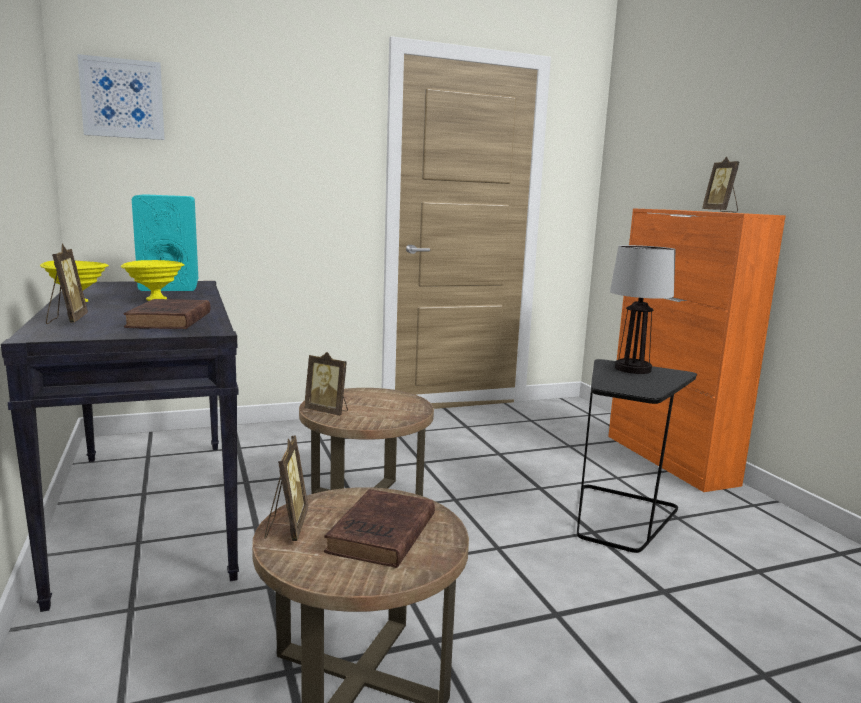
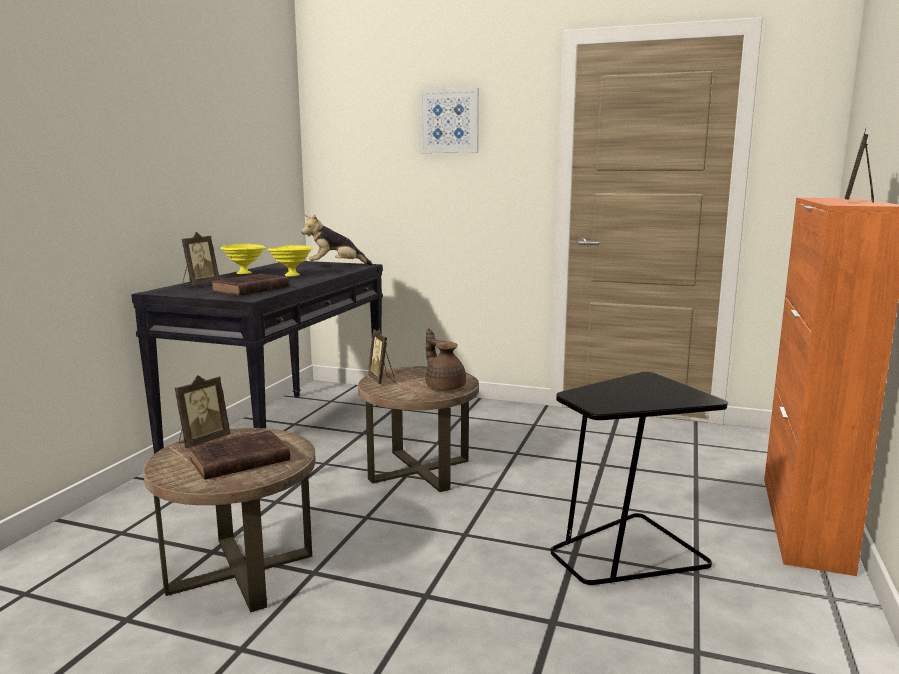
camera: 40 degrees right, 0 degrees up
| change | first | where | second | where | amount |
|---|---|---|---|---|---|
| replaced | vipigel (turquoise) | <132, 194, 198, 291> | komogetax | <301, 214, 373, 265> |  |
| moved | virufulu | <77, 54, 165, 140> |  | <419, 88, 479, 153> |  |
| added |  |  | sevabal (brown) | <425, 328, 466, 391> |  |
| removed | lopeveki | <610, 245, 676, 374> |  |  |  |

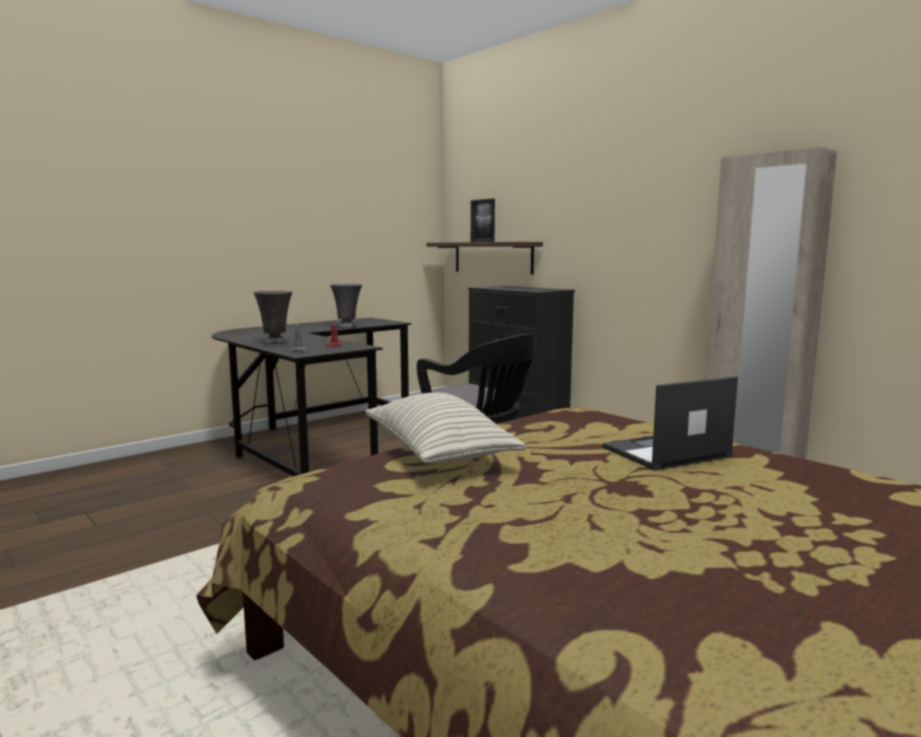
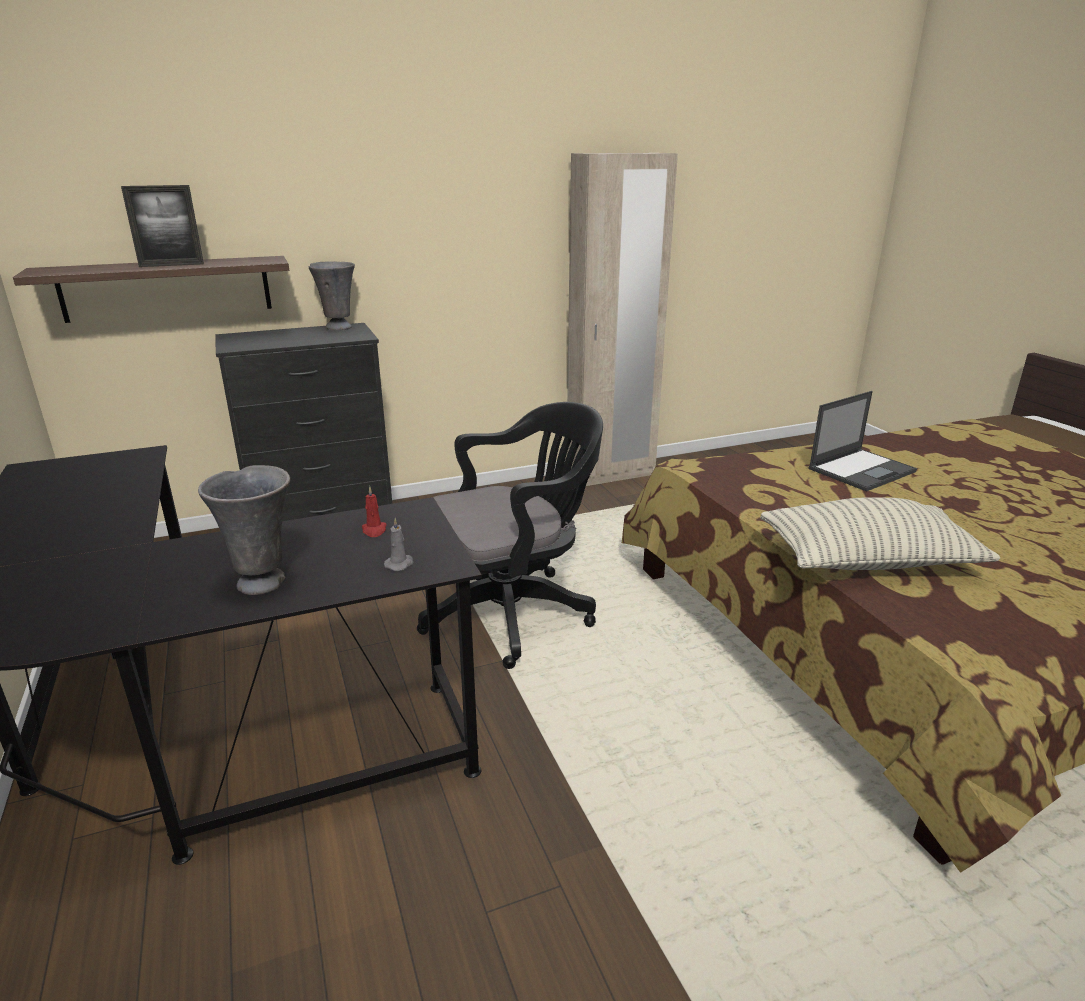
camera: 70 degrees left, 15 degrees up
| change | first | where | second | where | amount |
|---|---|---|---|---|---|
| moved | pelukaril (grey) | <330, 283, 362, 328> |  | <309, 261, 355, 330> |  |
| turned | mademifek | <602, 376, 738, 471> |  | <808, 391, 917, 492> | 120 degrees counterclockwise |

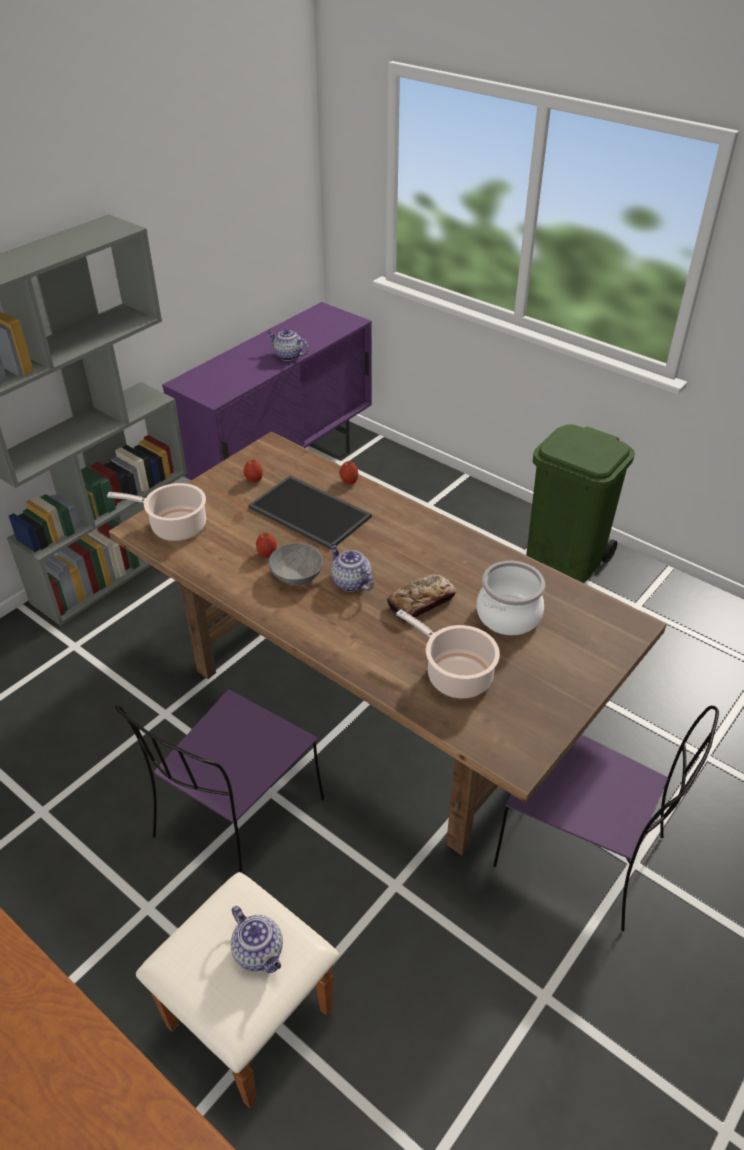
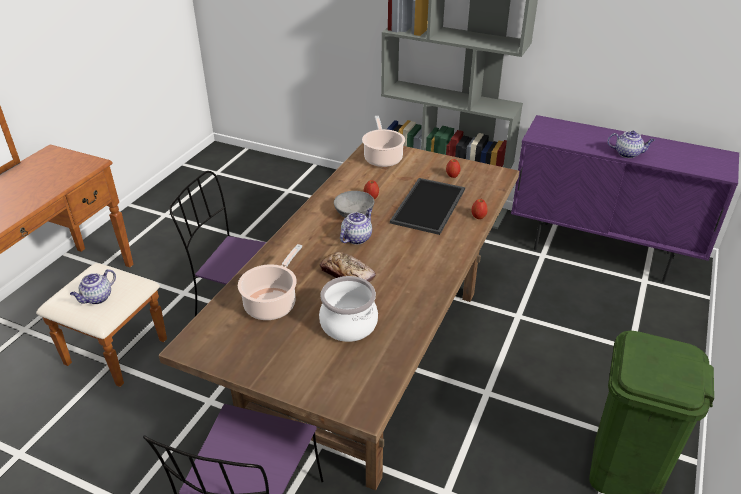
camera: 75 degrees right, 5 degrees down
| change | first | where | second | where | amount |
|---|---|---|---|---|---|
| turned | sevabal | <267, 329, 309, 361> |  | <607, 131, 655, 158> | 90 degrees clockwise |

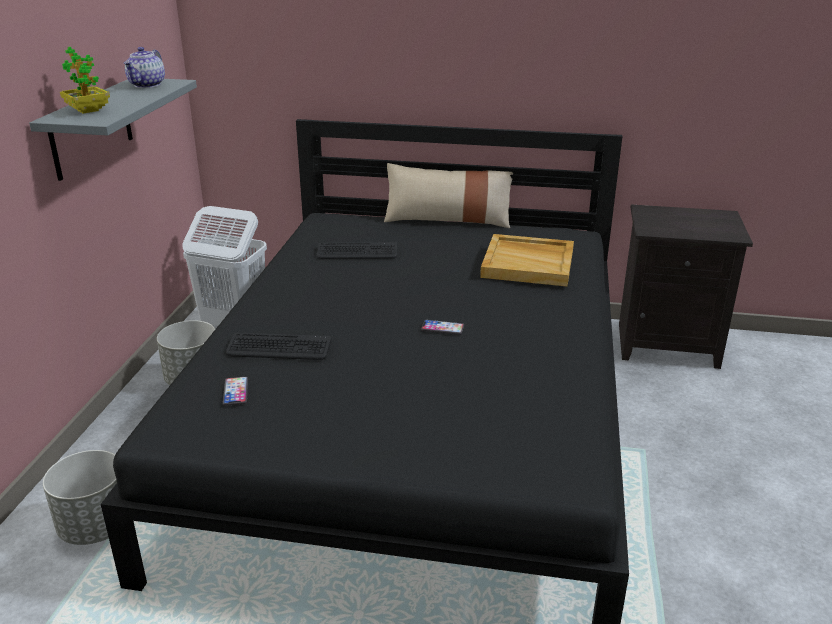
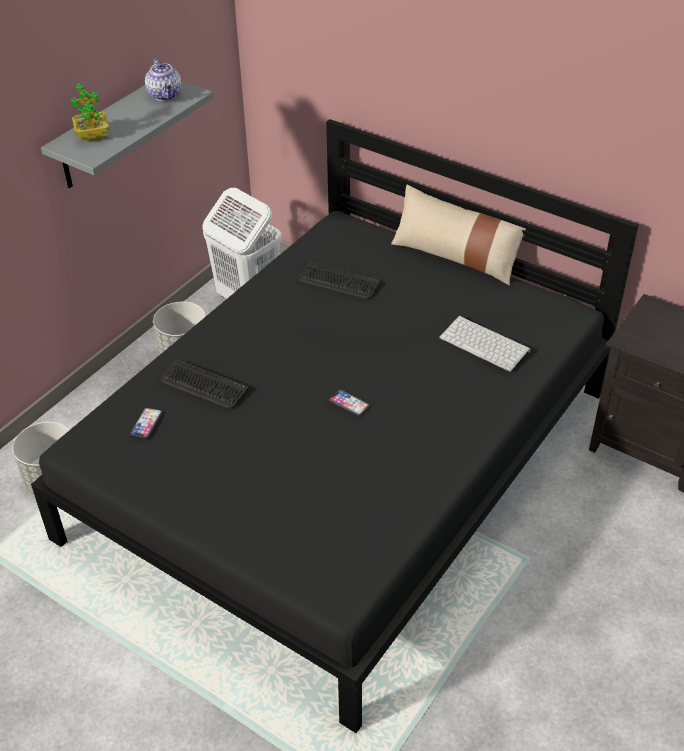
camera: 25 degrees right, 15 degrees up
| change | first | where | second | where | amount |
|---|---|---|---|---|---|
| turned | sevabal | <124, 47, 165, 88> |  | <145, 59, 182, 101> | 60 degrees counterclockwise |
| replaced | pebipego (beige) | <480, 234, 574, 287> | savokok | <439, 316, 531, 372> |  |

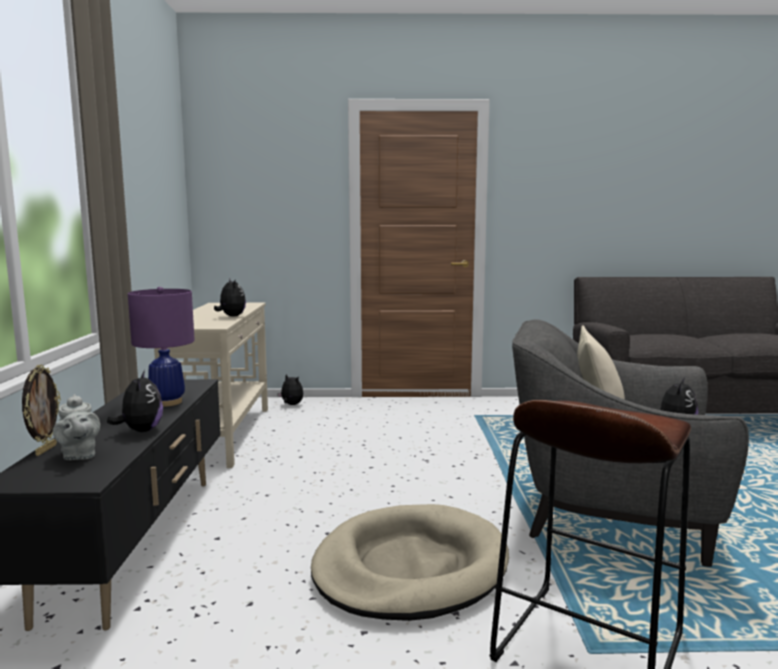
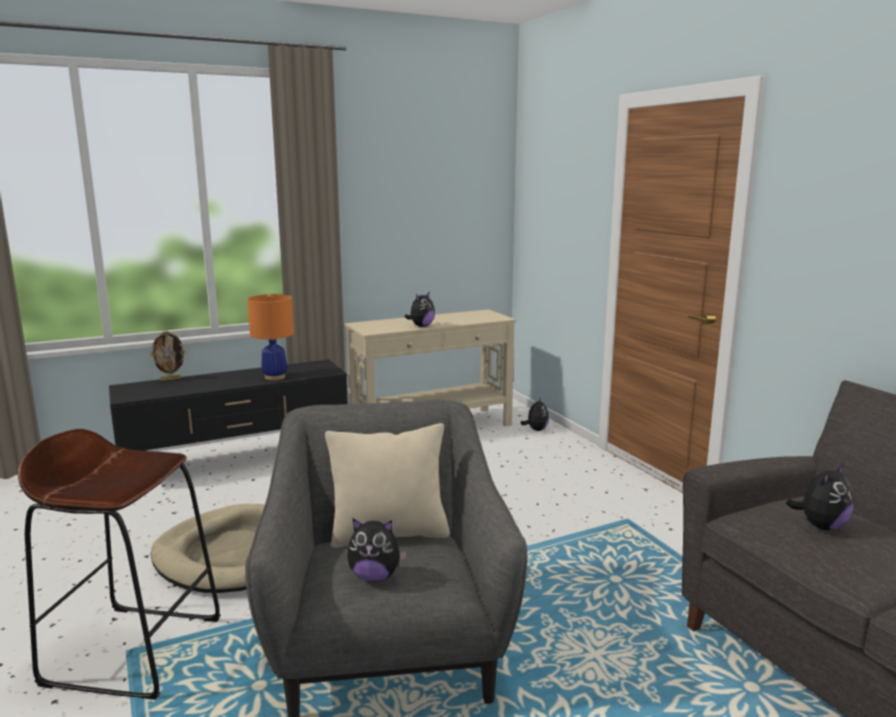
camera: 65 degrees right, 5 degrees up
| change | first | where | second | where | amount |
|---|---|---|---|---|---|
| recoloured | lopeveki (purple) | <128, 287, 195, 407> | lopeveki (orange) | <247, 294, 294, 380> |  |
| moved | komogetax | <107, 370, 163, 432> |  | <786, 463, 854, 530> |  |
| removed | sevabal (grey) | <53, 394, 100, 460> |  |  |  |

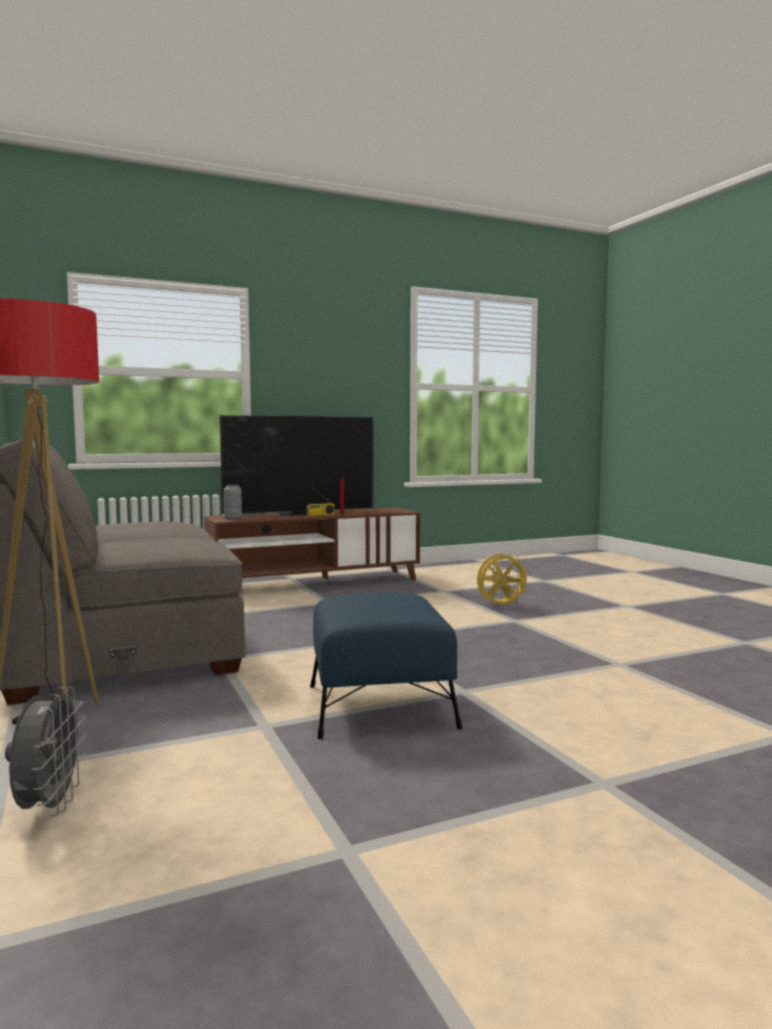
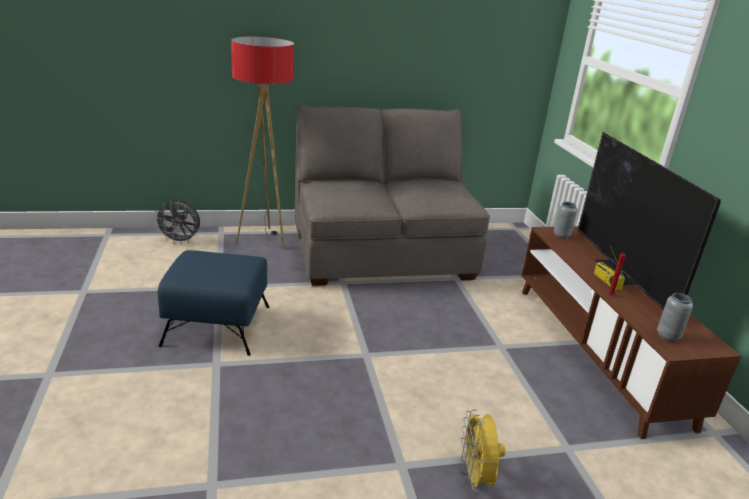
camera: 100 degrees right, 20 degrees up
| change | first | where | second | where | amount |
|---|---|---|---|---|---|
| added |  |  | pelukaril (grey) | <657, 293, 693, 342> |  |

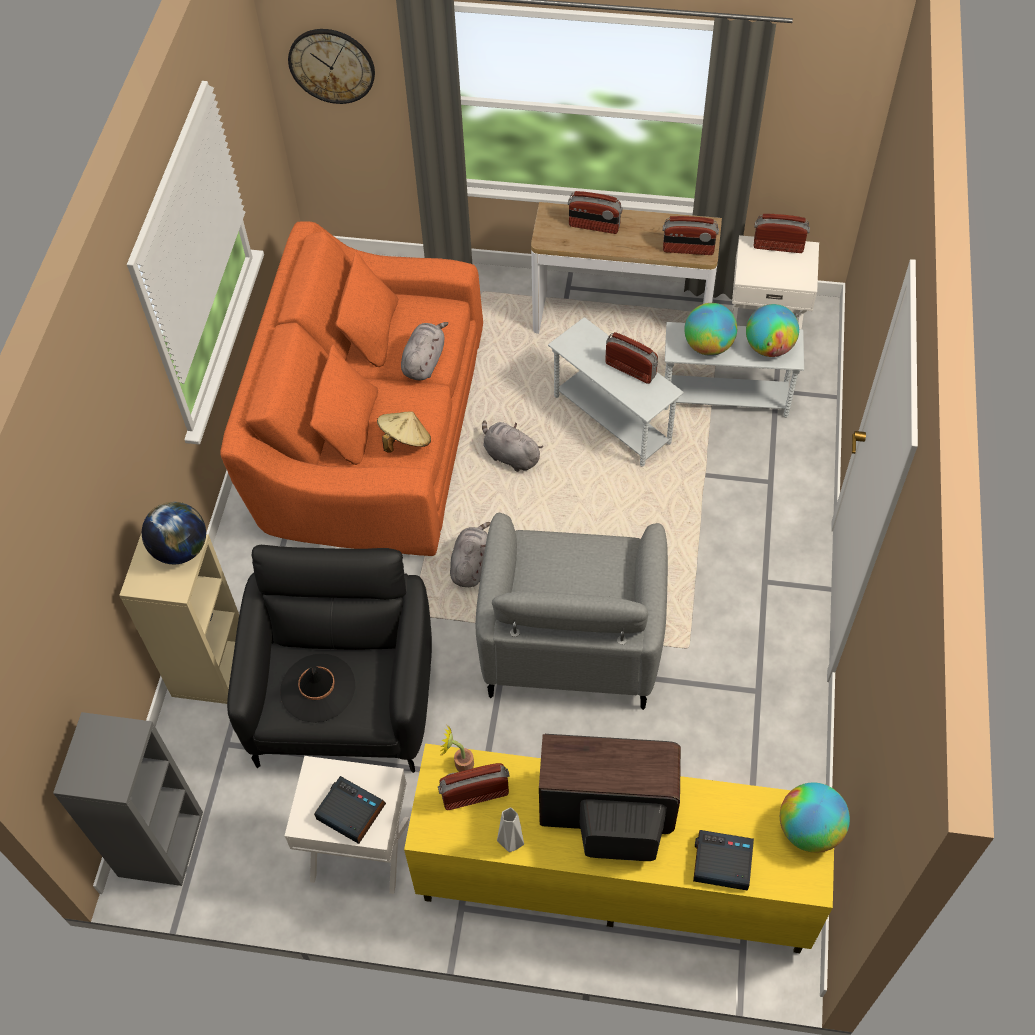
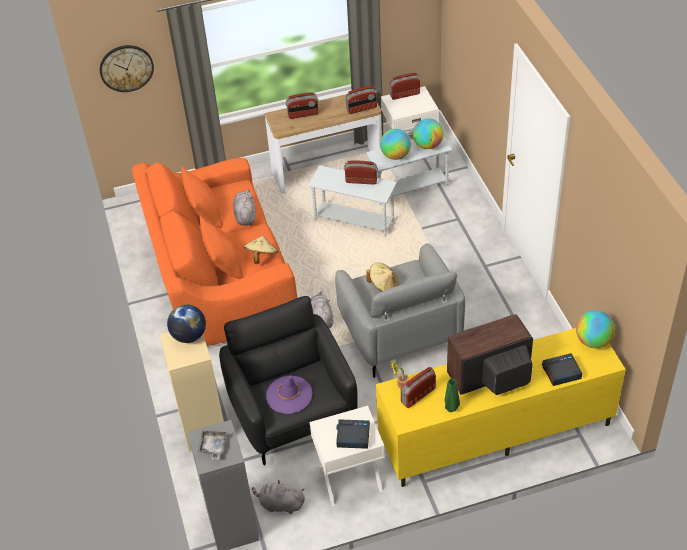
camera: 25 degrees left, 10 degrees down
| change | first | where | second | where | amount |
|---|---|---|---|---|---|
| added |  |  | pebipego (grey) | <198, 431, 226, 459> |  |
| moved | komogetax (grey) | <482, 420, 544, 472> |  | <252, 480, 305, 514> |  |
| recoloured | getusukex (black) | <280, 654, 355, 723> | getusukex (purple) | <266, 375, 312, 414> |  |
| added |  |  | getusukex (beige) | <366, 263, 399, 292> |  |
| recoloured | pelukaril (grey) | <497, 808, 524, 852> | pelukaril (green) | <445, 379, 460, 412> |  |

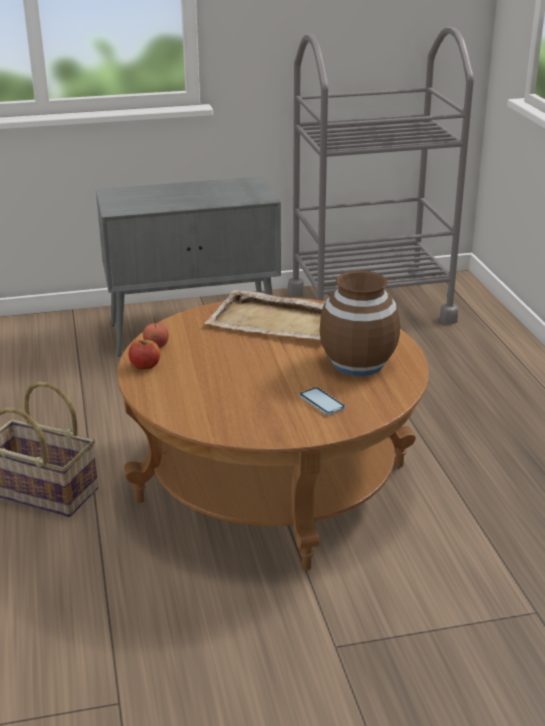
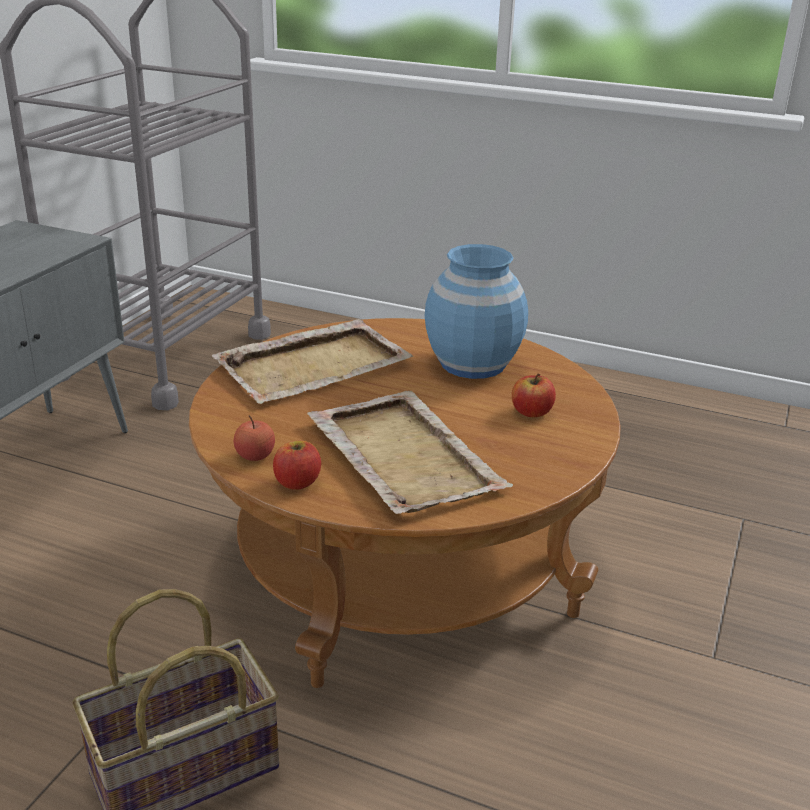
camera: 55 degrees left, 0 degrees up
| change | first | where | second | where | amount |
|---|---|---|---|---|---|
| added |  |  | pebipego (beige) | <307, 391, 513, 514> |  |
| recoloured | pelukaril (brown) | <320, 270, 400, 376> | pelukaril (blue) | <425, 244, 528, 379> |  |
| replaced | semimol | <299, 387, 346, 415> | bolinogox | <512, 373, 556, 417> |  |

